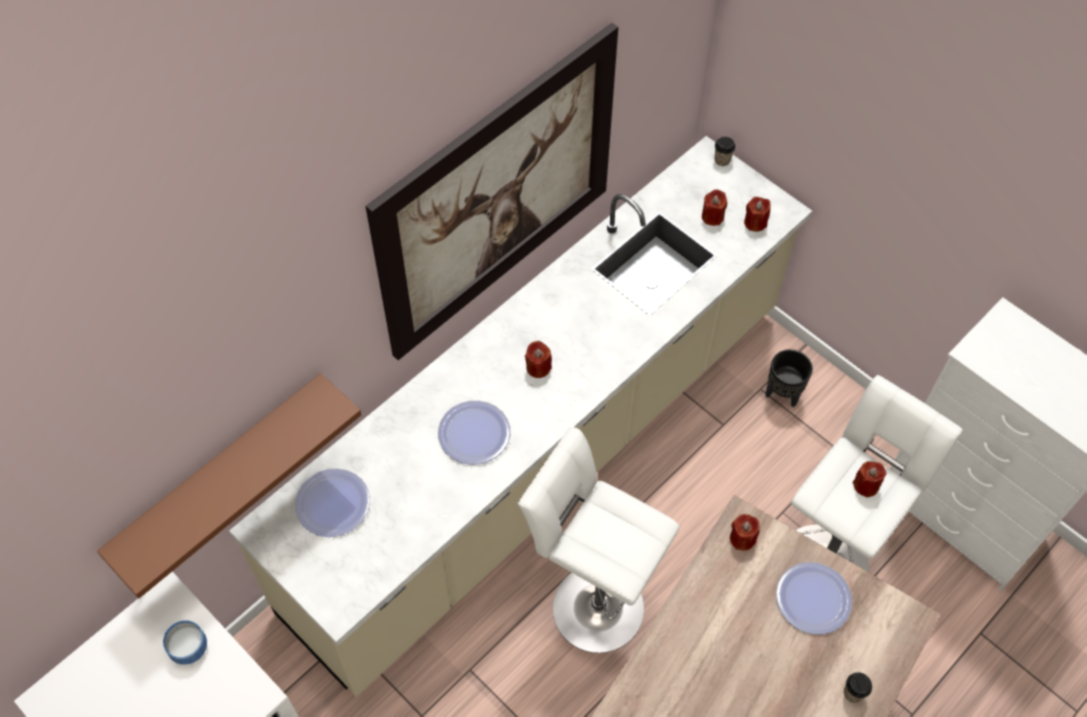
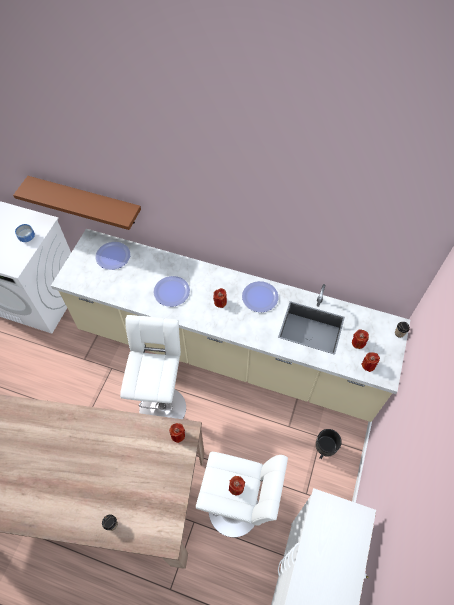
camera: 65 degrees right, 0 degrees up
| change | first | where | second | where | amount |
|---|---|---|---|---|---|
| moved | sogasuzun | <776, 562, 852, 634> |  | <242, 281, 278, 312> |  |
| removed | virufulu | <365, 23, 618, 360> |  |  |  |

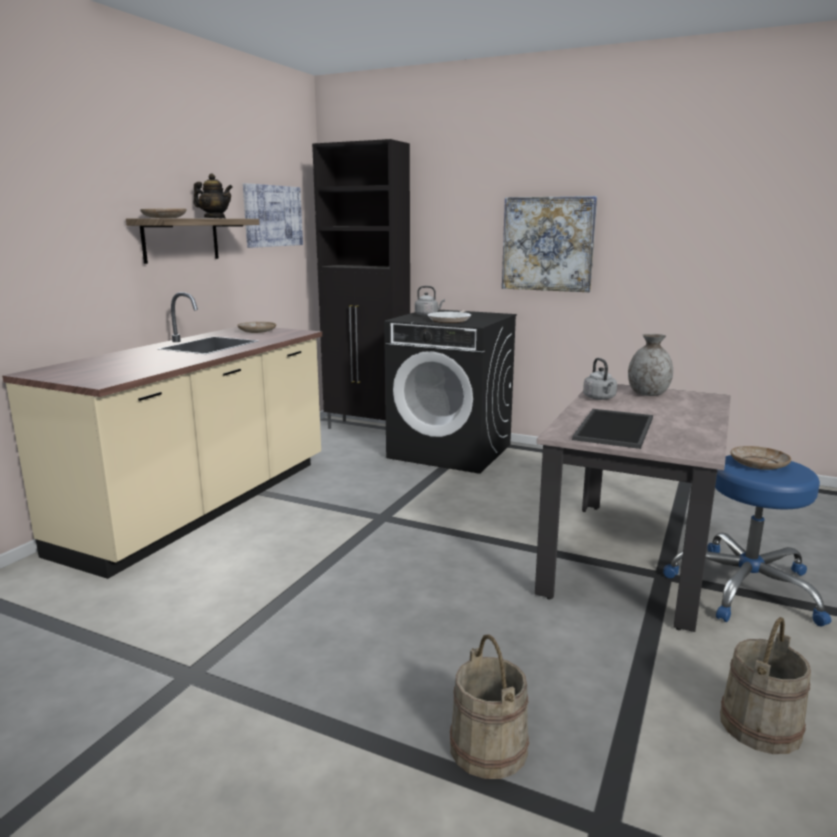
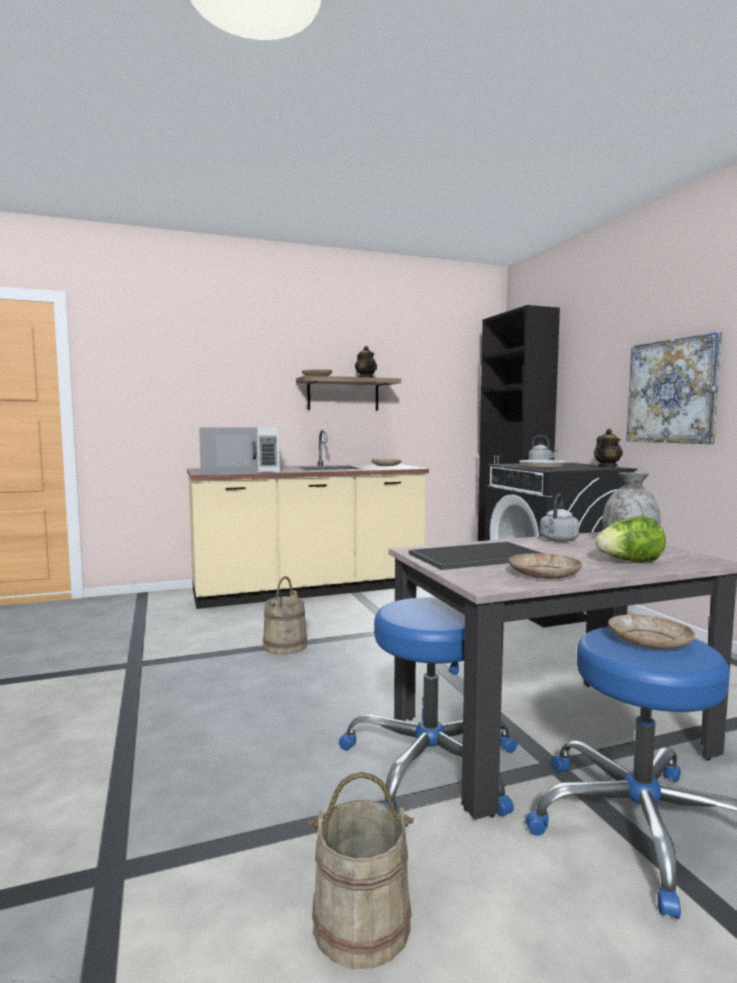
camera: 45 degrees right, 10 degrees down
| change | first | where | second | where | amount |
|---|---|---|---|---|---|
| added |  |  | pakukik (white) | <199, 427, 280, 474> |  |
| moved | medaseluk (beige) | <450, 634, 529, 779> |  | <263, 576, 307, 655> |  |
| added |  |  | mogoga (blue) | <339, 597, 518, 817> |  |
| added |  |  | sogasuzun (beige) | <509, 553, 582, 579> |  |
| added |  |  | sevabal | <594, 429, 623, 467> |  |
| added |  |  | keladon | <595, 517, 666, 562> |  |
| removed | virufulu | <243, 183, 303, 248> |  |  |  |

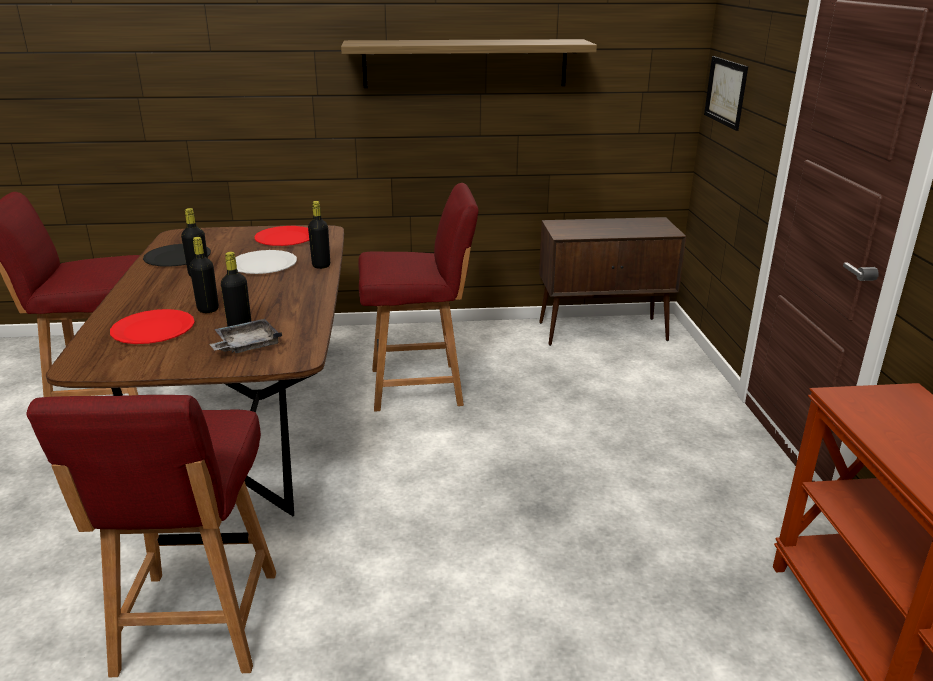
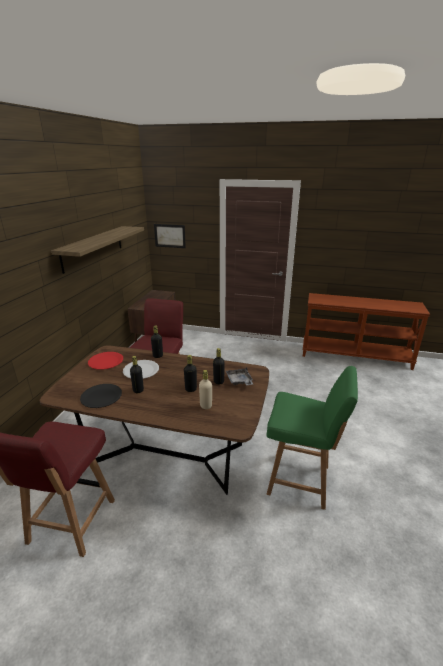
camera: 70 degrees left, 0 degrees up
| change | first | where | second | where | amount |
|---|---|---|---|---|---|
| replaced | sogasuzun (red) | <110, 309, 195, 344> | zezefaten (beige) | <199, 370, 212, 409> |  |
| recoloured | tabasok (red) | <26, 395, 276, 677> | tabasok (green) | <266, 366, 358, 510> |  |

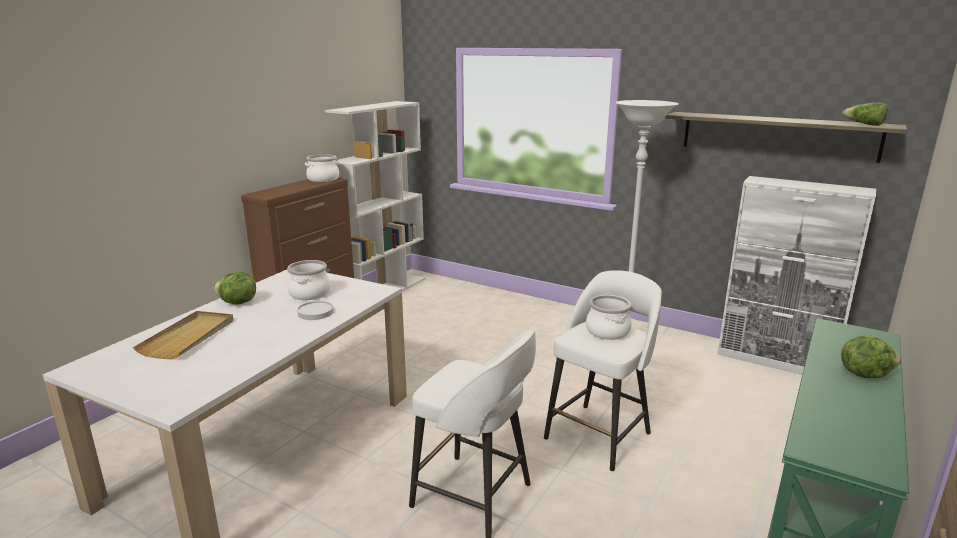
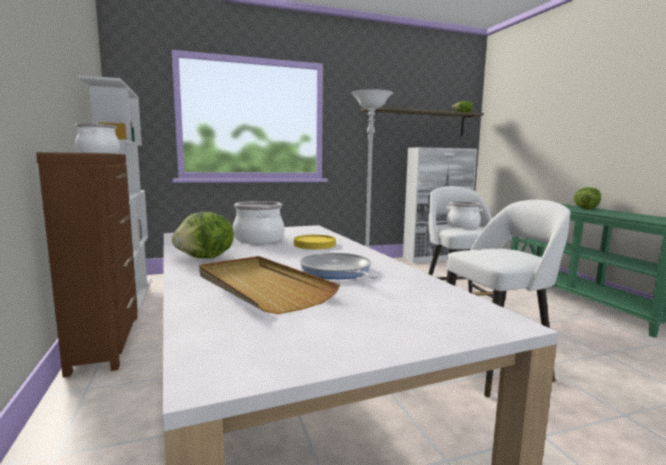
camera: 50 degrees left, 10 degrees down
| change | first | where | second | where | amount |
|---|---|---|---|---|---|
| recoloured | sogasuzun (white) | <297, 301, 334, 320> | sogasuzun (yellow) | <294, 235, 336, 249> |  |
| added |  |  | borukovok | <300, 253, 378, 279> |  |

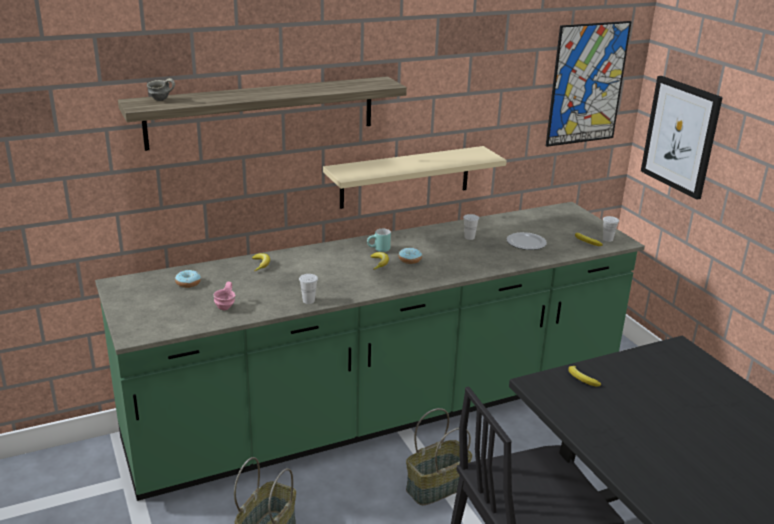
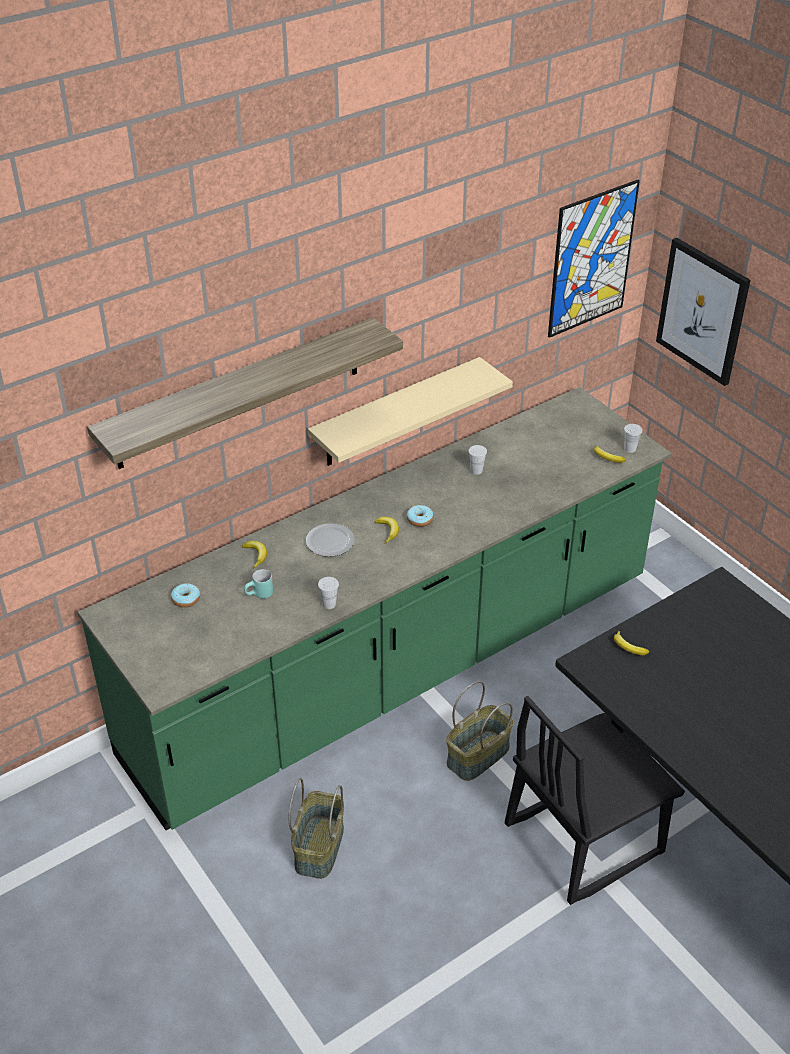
camera: 10 degrees left, 15 degrees up
| change | first | where | second | where | amount |
|---|---|---|---|---|---|
| moved | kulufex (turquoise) | <367, 229, 391, 252> |  | <244, 569, 273, 599> |  |
| moved | sogasuzun | <506, 232, 547, 250> |  | <306, 523, 355, 557> |  |
| removed | kulufex (grey) | <147, 78, 175, 101> |  |  |  |
| removed | kulufex (pink) | <213, 282, 236, 311> |  |  |  |

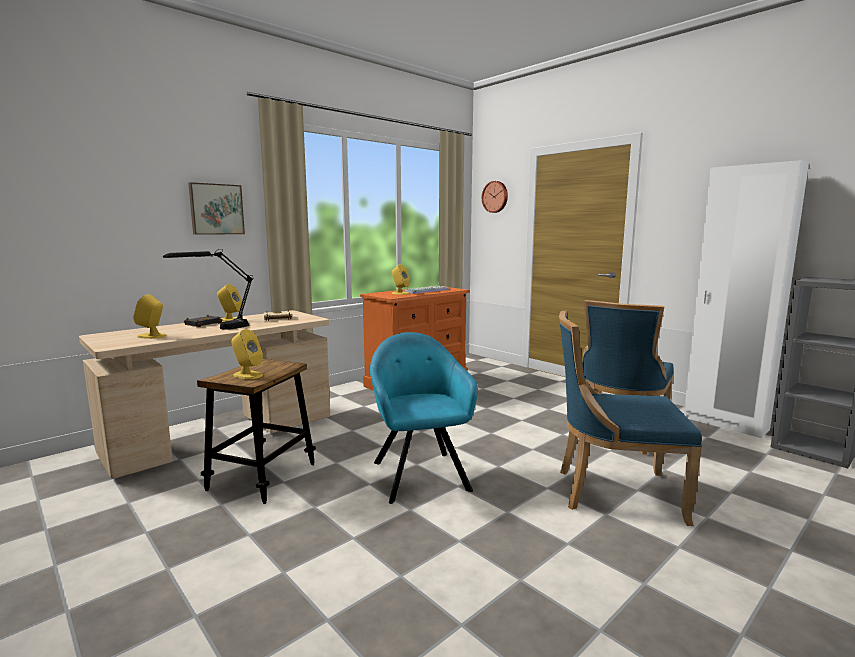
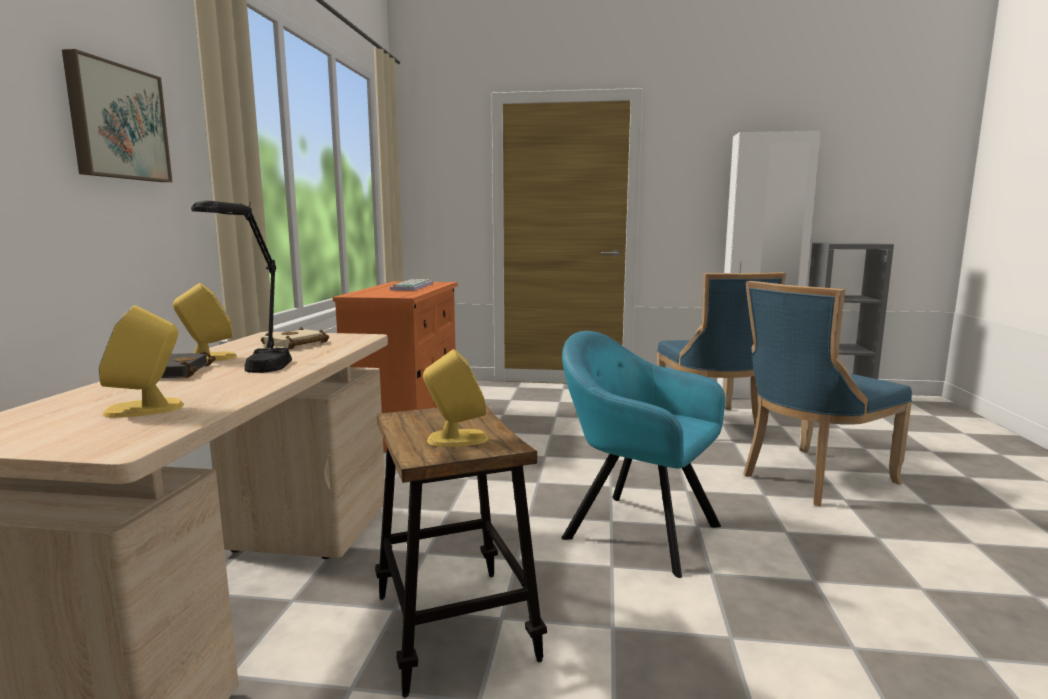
camera: 40 degrees left, 0 degrees up
| change | first | where | second | where | amount |
|---|---|---|---|---|---|
| removed | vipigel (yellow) | <392, 264, 410, 295> |  |  |  |
| removed | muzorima | <482, 181, 508, 213> |  |  |  |

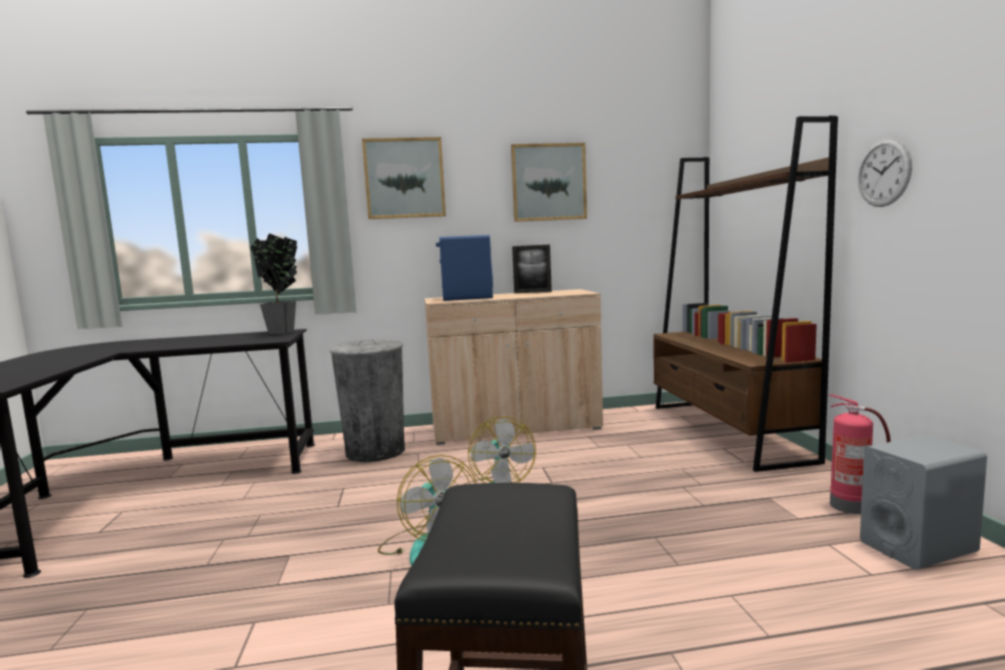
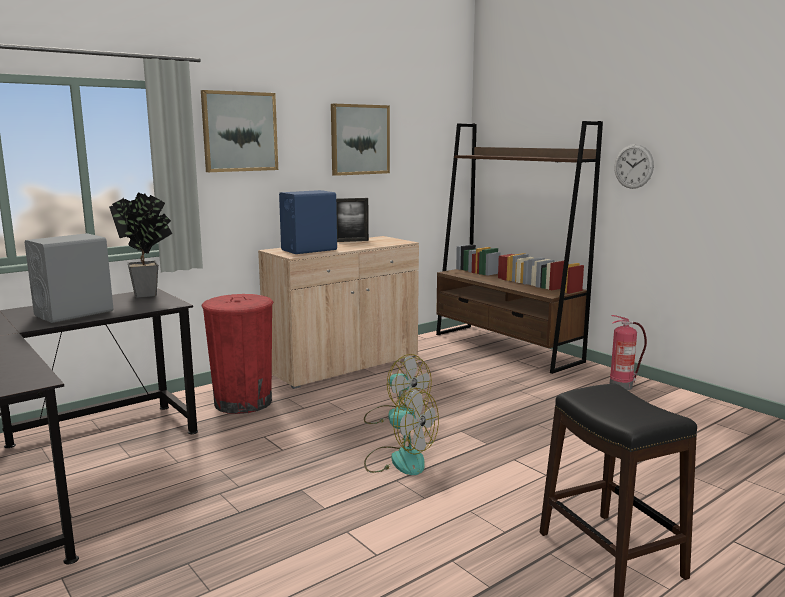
camera: 30 degrees left, 5 degrees up
| change | first | where | second | where | amount |
|---|---|---|---|---|---|
| moved | vipigel (grey) | <860, 434, 987, 570> |  | <25, 233, 114, 323> |  |
| recoloured | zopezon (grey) | <330, 339, 405, 462> | zopezon (red) | <201, 294, 273, 414> |  |

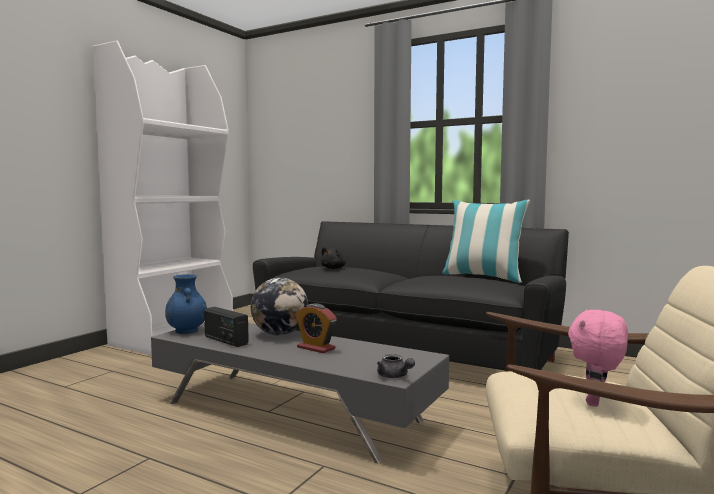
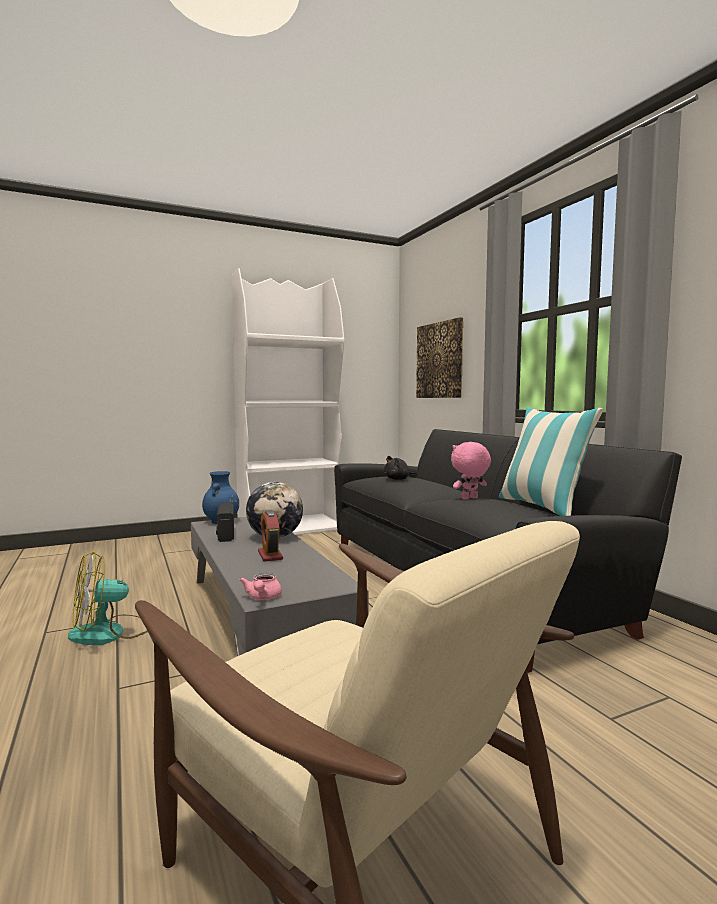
camera: 35 degrees right, 0 degrees up
| change | first | where | second | where | amount |
|---|---|---|---|---|---|
| added |  |  | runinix | <68, 552, 148, 645> |  |
| recoloured | sevabal (grey) | <377, 354, 415, 378> | sevabal (pink) | <240, 573, 282, 600> |  |
| added |  |  | virufulu | <416, 317, 463, 398> |  |
| moved | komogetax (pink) | <568, 309, 628, 407> |  | <451, 442, 491, 499> |  |

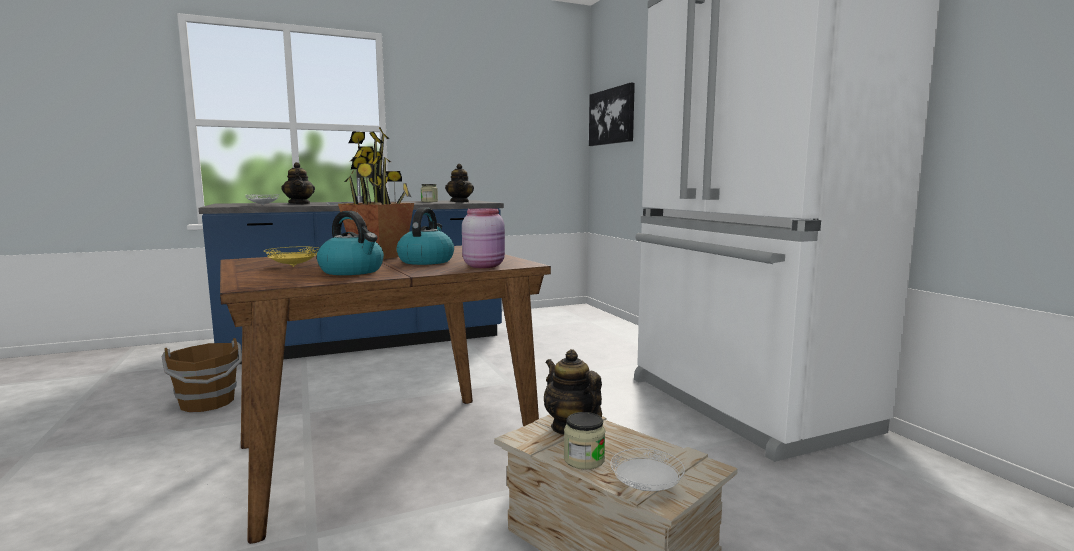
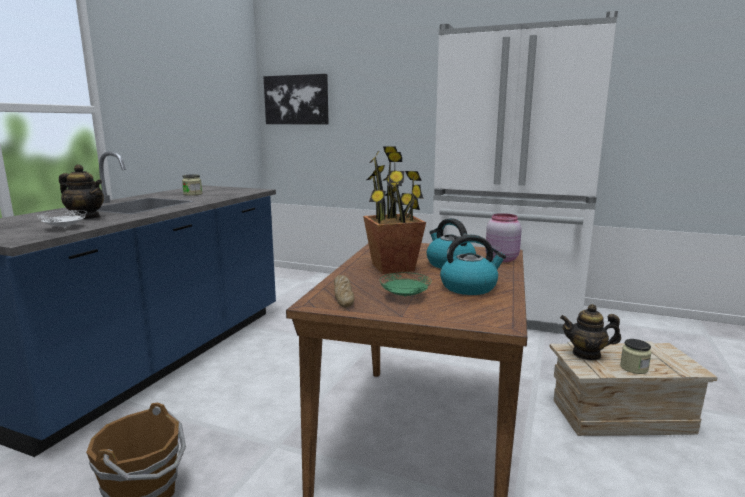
camera: 45 degrees left, 5 degrees up
| change | first | where | second | where | amount |
|---|---|---|---|---|---|
| added |  |  | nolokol | <334, 275, 354, 308> |  |
| recoloured | sogasuzun (yellow) | <264, 247, 320, 267> | sogasuzun (green) | <380, 272, 431, 297> |  |
| removed | sevabal | <445, 164, 474, 203> |  |  |  |
| removed | sogasuzun (white) | <610, 448, 685, 491> |  |  |  |

